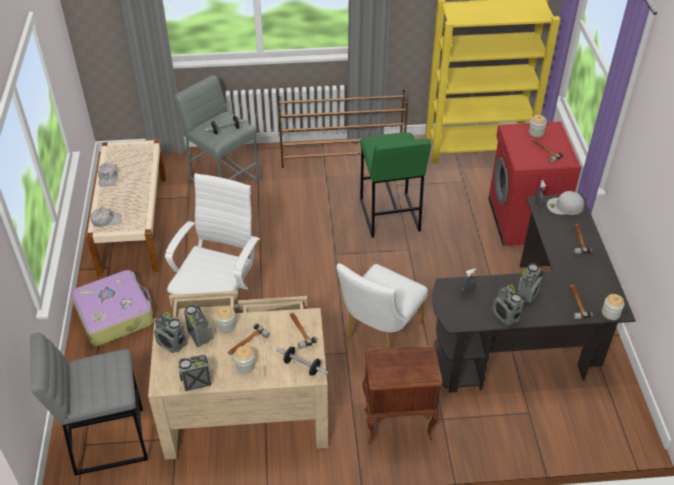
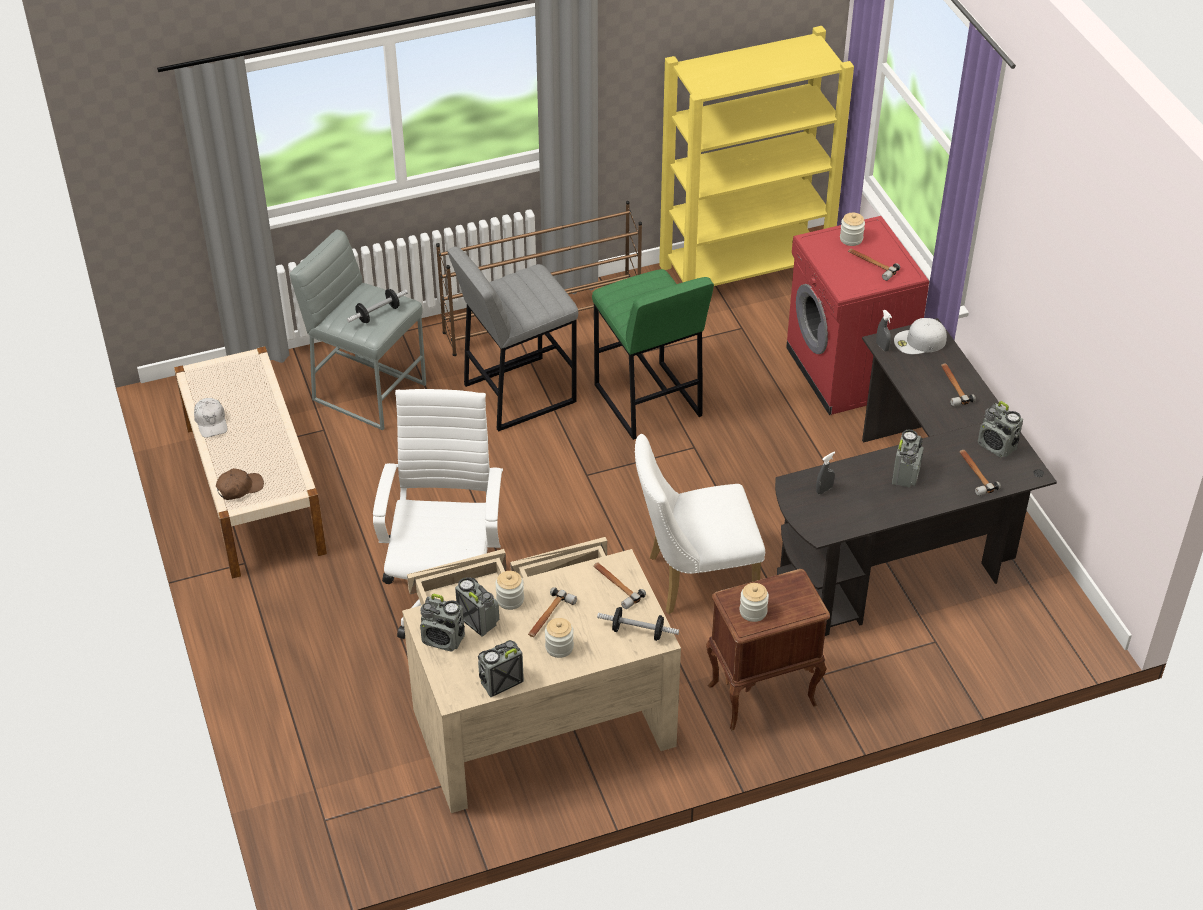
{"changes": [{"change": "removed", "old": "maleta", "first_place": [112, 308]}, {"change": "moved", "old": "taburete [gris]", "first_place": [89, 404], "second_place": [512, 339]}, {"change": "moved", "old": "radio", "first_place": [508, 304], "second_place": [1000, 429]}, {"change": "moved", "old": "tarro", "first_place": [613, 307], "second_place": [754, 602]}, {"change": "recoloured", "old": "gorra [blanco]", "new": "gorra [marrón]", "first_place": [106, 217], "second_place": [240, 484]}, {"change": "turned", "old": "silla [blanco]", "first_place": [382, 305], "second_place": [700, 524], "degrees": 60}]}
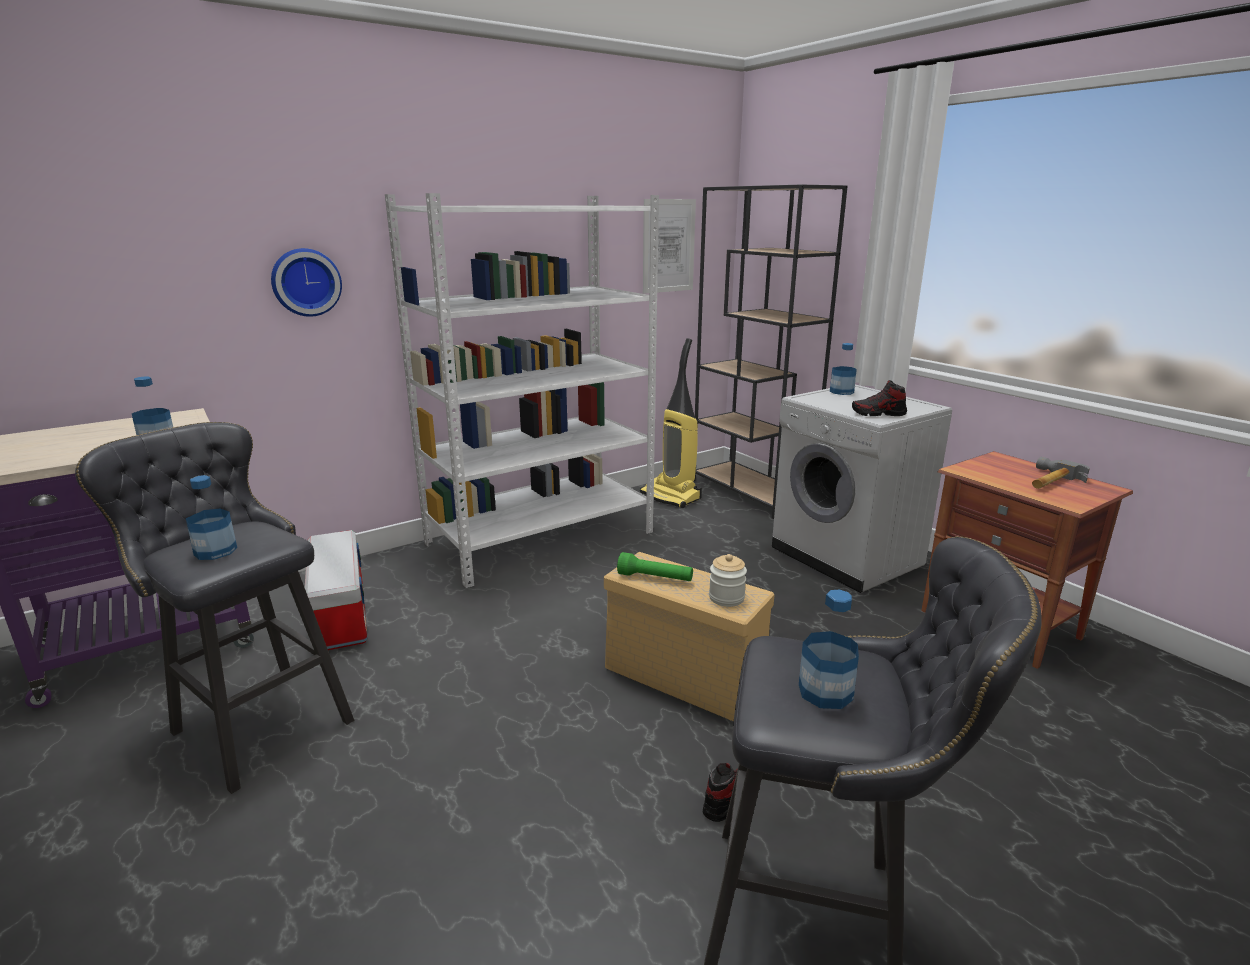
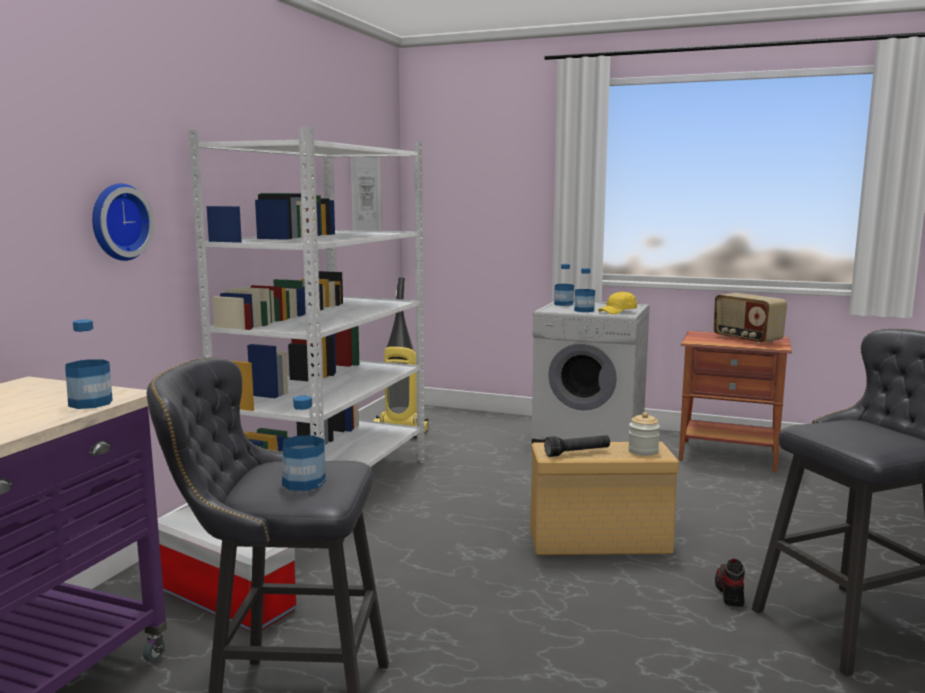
{"changes": [{"change": "removed", "old": "estantería", "first_place": [771, 352]}, {"change": "moved", "old": "botella", "first_place": [829, 649], "second_place": [584, 290]}, {"change": "replaced", "old": "zapato", "new": "gorra [amarillo]", "first_place": [879, 398], "second_place": [617, 302]}, {"change": "replaced", "old": "martillo", "new": "radio", "first_place": [1061, 473], "second_place": [750, 318]}, {"change": "recoloured", "old": "linterna [verde]", "new": "linterna [negro]", "first_place": [655, 566], "second_place": [577, 446]}]}
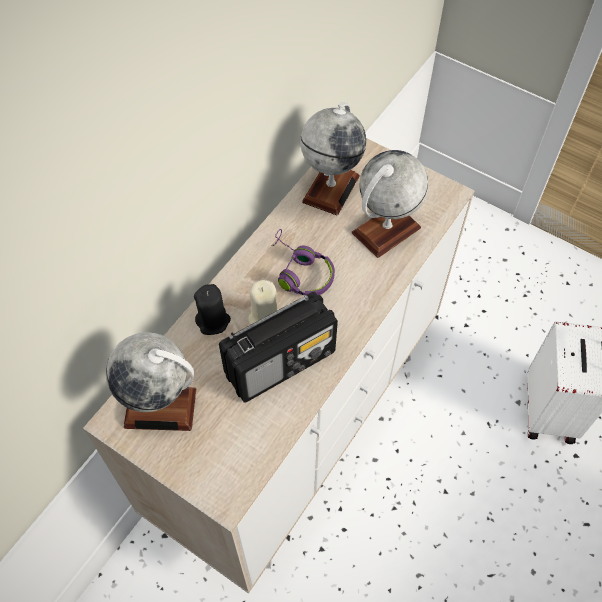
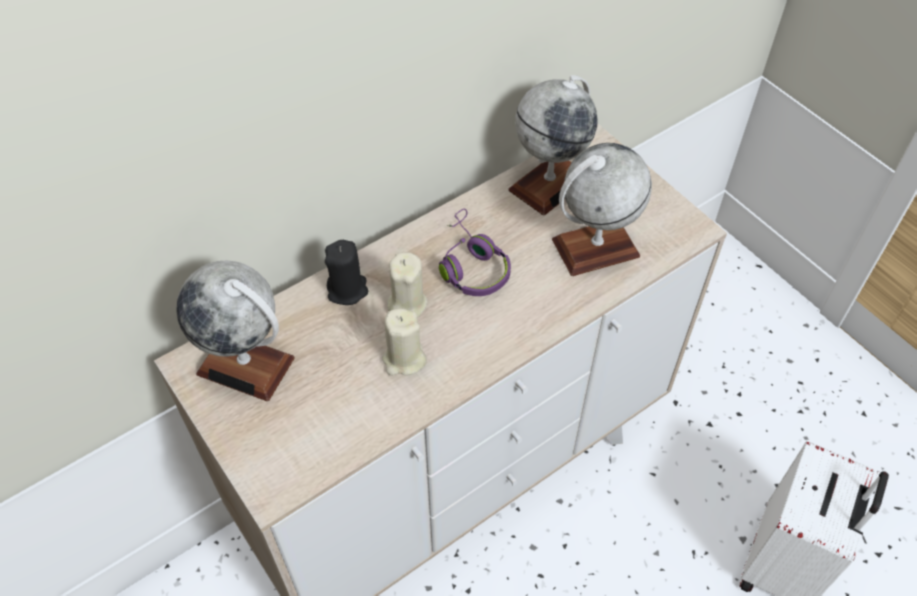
{"changes": [{"change": "replaced", "old": "radio", "new": "vela [beis]", "first_place": [278, 347], "second_place": [404, 342]}]}
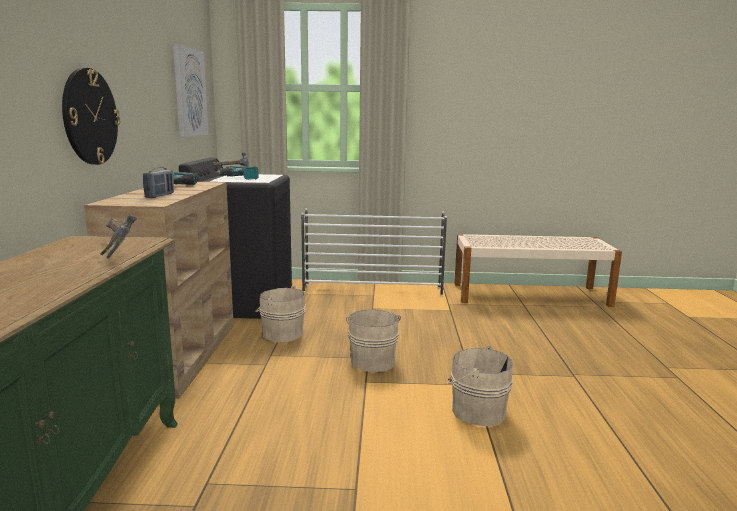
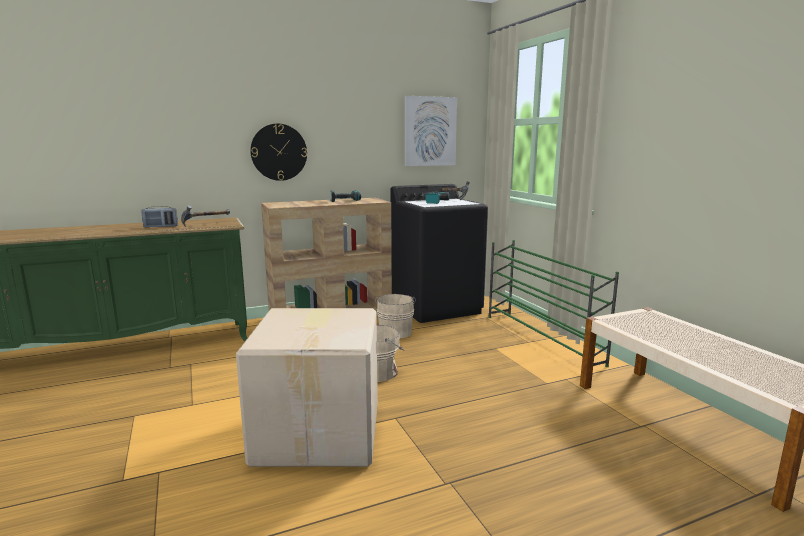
{"changes": [{"change": "moved", "old": "radio", "first_place": [158, 182], "second_place": [159, 216]}, {"change": "replaced", "old": "cubo [beis]", "new": "caja de cartón", "first_place": [480, 386], "second_place": [307, 387]}, {"change": "recoloured", "old": "zapatero [blanco]", "new": "zapatero [verde]", "first_place": [374, 253], "second_place": [553, 303]}]}
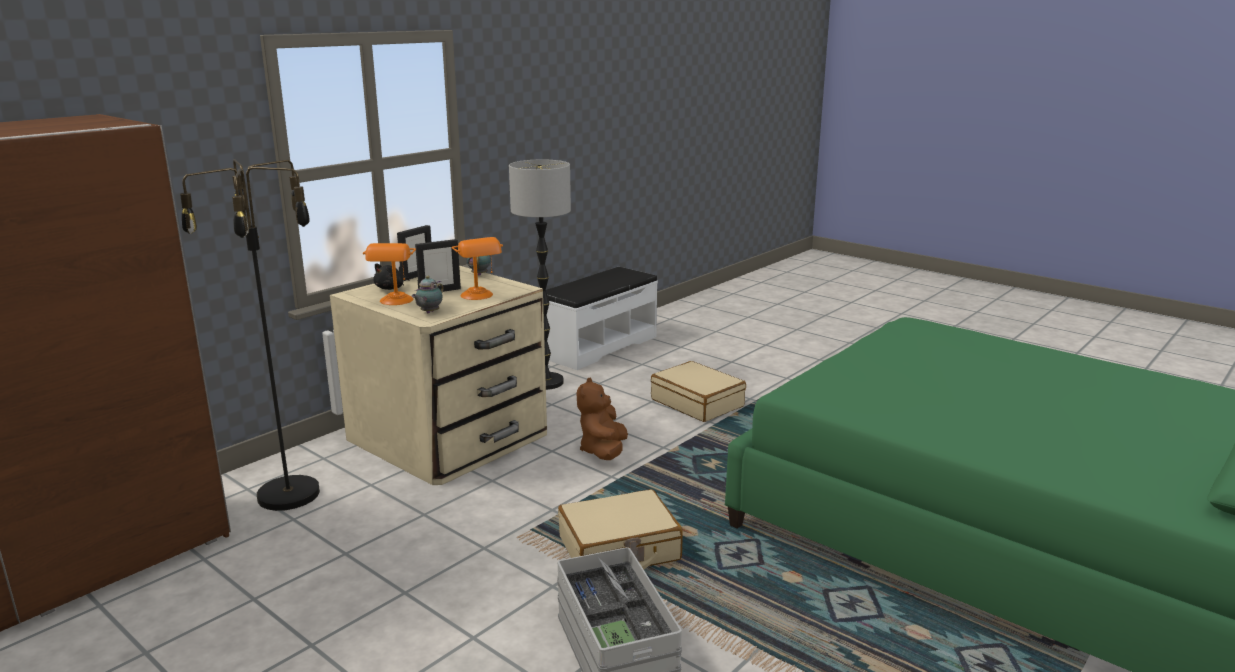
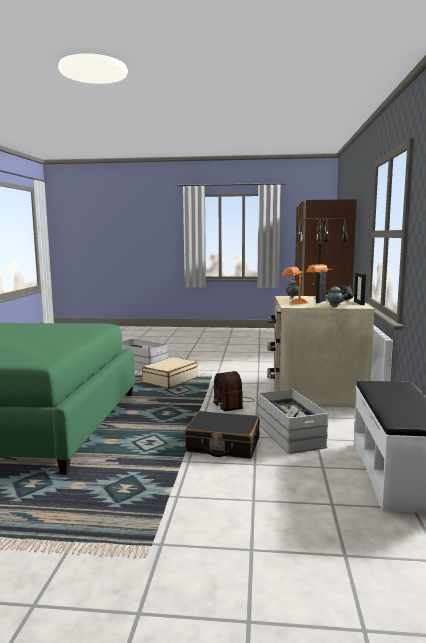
{"changes": [{"change": "removed", "old": "lámpara de pie", "first_place": [540, 274]}, {"change": "added", "new": "caja de almacenaje [gris]", "second_place": [293, 421]}, {"change": "replaced", "old": "peluche [marrón]", "new": "radio", "first_place": [602, 419], "second_place": [234, 391]}, {"change": "recoloured", "old": "maleta [beis]", "new": "maleta [negro]", "first_place": [698, 391], "second_place": [222, 435]}]}
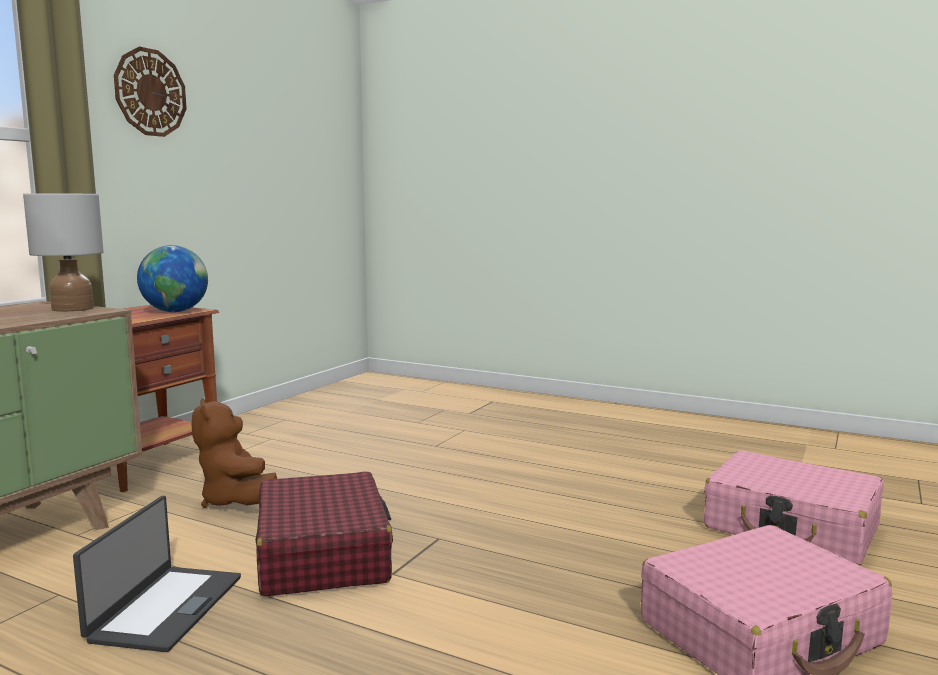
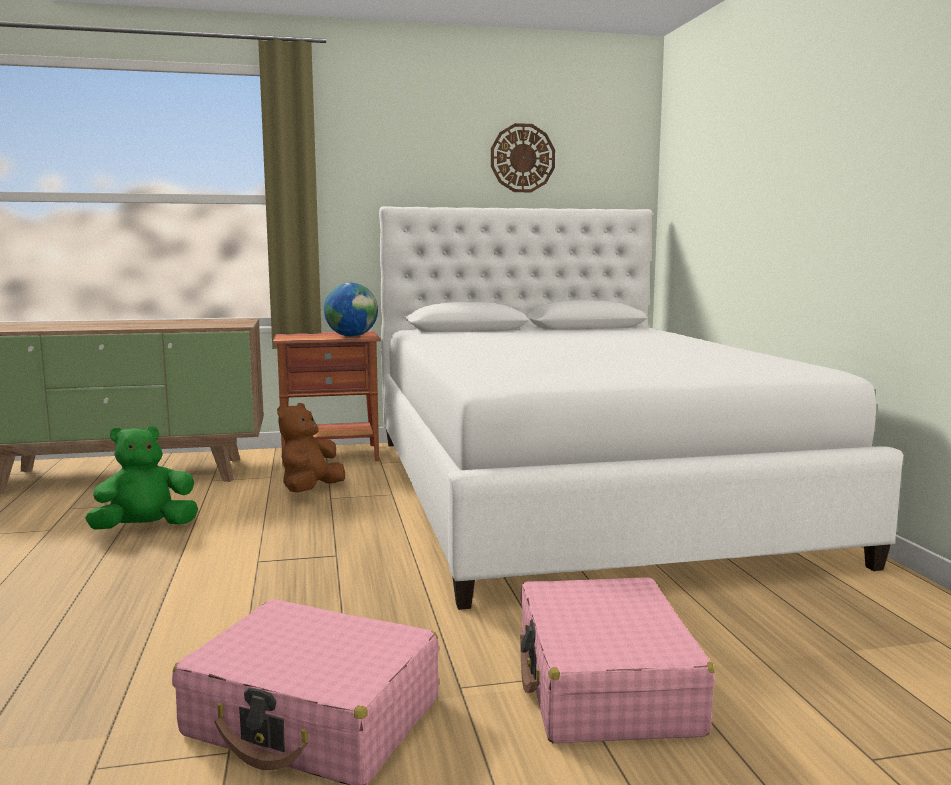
{"changes": [{"change": "removed", "old": "lámpara de mesa [gris]", "first_place": [63, 252]}, {"change": "removed", "old": "maleta [rojo]", "first_place": [324, 534]}, {"change": "added", "new": "cama [blanco]", "second_place": [641, 408]}, {"change": "moved", "old": "reloj de pared", "first_place": [150, 92], "second_place": [523, 157]}, {"change": "replaced", "old": "portátil", "new": "peluche [verde]", "first_place": [157, 574], "second_place": [141, 478]}]}
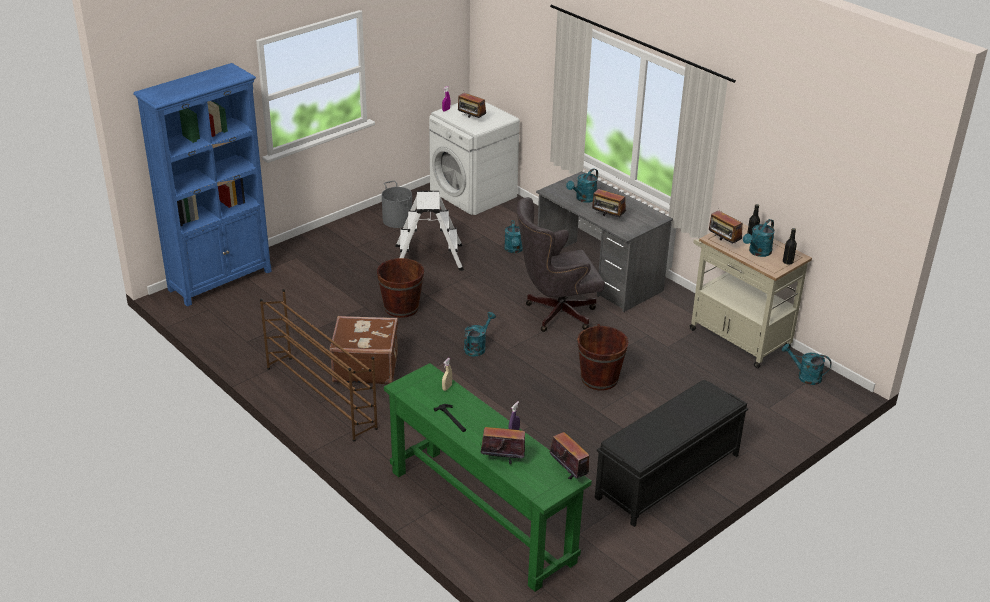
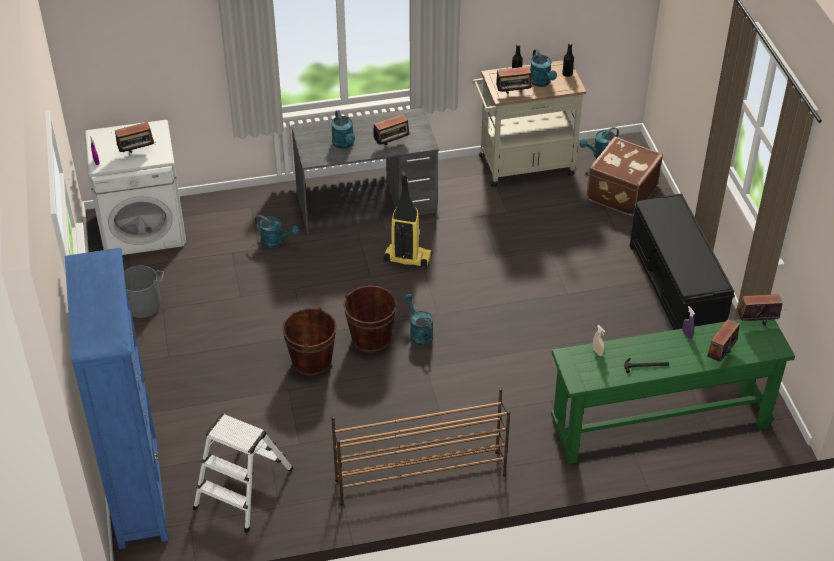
{"changes": [{"change": "moved", "old": "maleta [marrón]", "first_place": [364, 350], "second_place": [624, 176]}, {"change": "moved", "old": "escalera de tijera [blanco]", "first_place": [429, 231], "second_place": [243, 473]}, {"change": "moved", "old": "cubo [marrón]", "first_place": [602, 357], "second_place": [370, 319]}, {"change": "replaced", "old": "silla de oficina [gris]", "new": "aspiradora", "first_place": [561, 264], "second_place": [408, 220]}]}
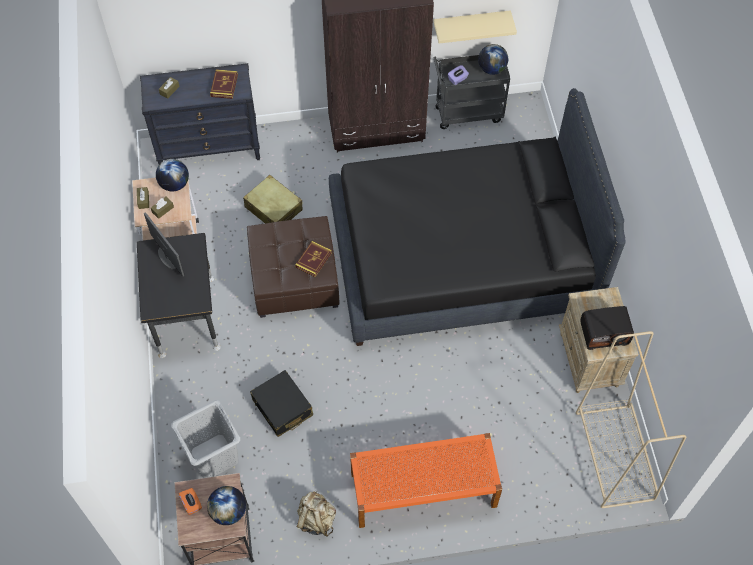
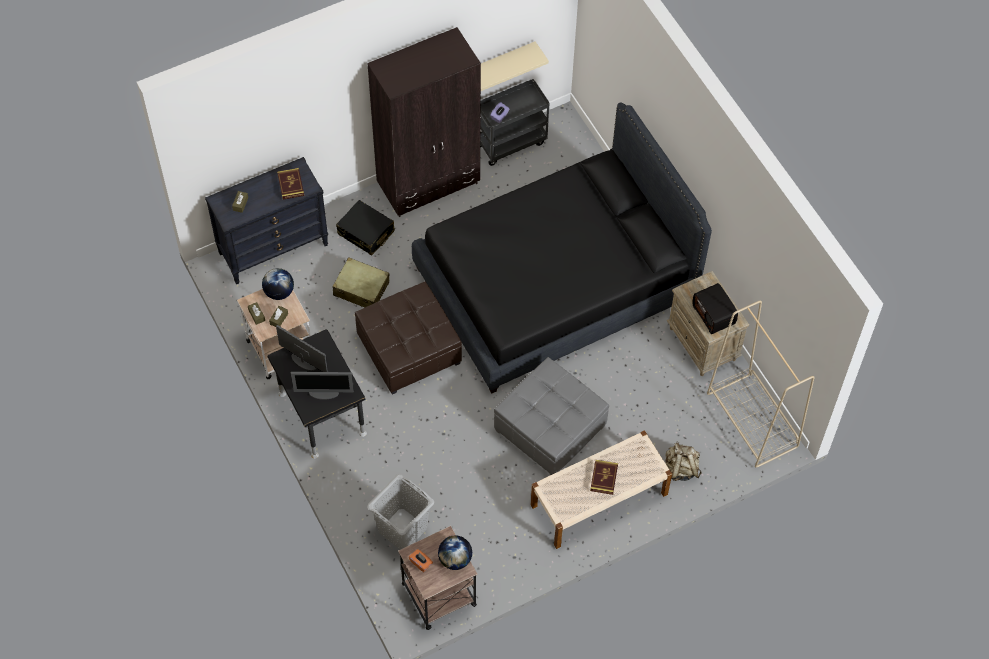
{"changes": [{"change": "removed", "old": "globo terráqueo", "first_place": [493, 59]}, {"change": "added", "new": "monitor", "second_place": [322, 386]}, {"change": "added", "new": "puf [gris]", "second_place": [551, 416]}, {"change": "moved", "old": "maleta [negro]", "first_place": [281, 403], "second_place": [365, 227]}, {"change": "moved", "old": "libro", "first_place": [313, 259], "second_place": [604, 477]}, {"change": "moved", "old": "mochila [beis]", "first_place": [316, 513], "second_place": [683, 461]}, {"change": "recoloured", "old": "banco [naranja]", "new": "banco [beis]", "first_place": [426, 480], "second_place": [601, 489]}, {"change": "turned", "old": "radio", "first_place": [607, 328], "second_place": [715, 308], "degrees": 90}]}
